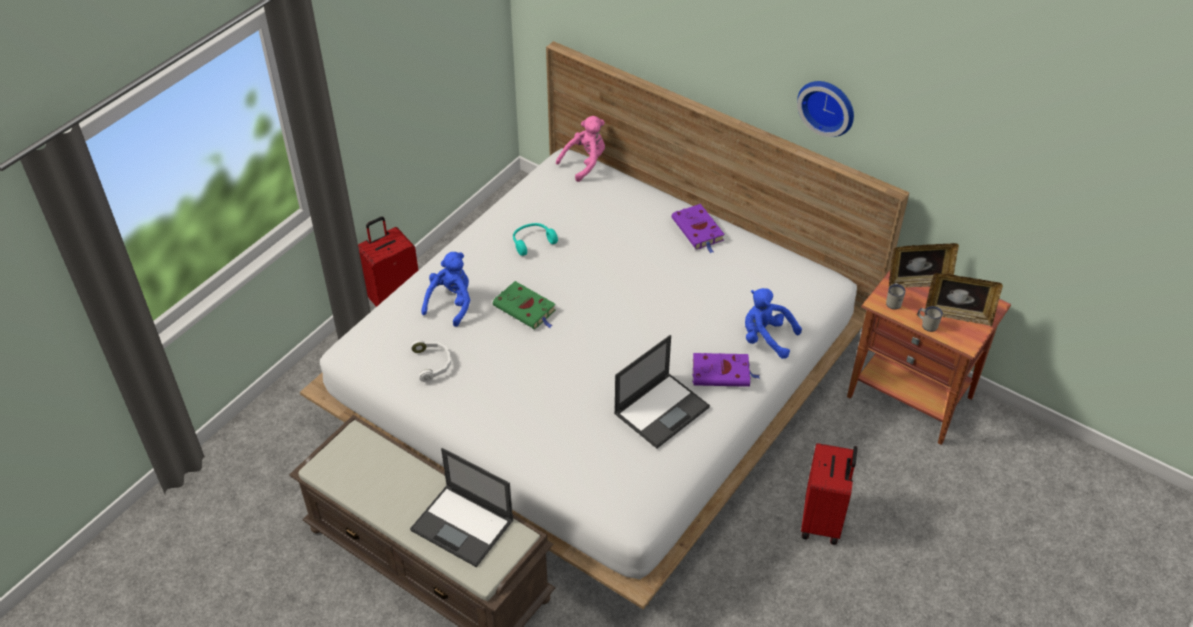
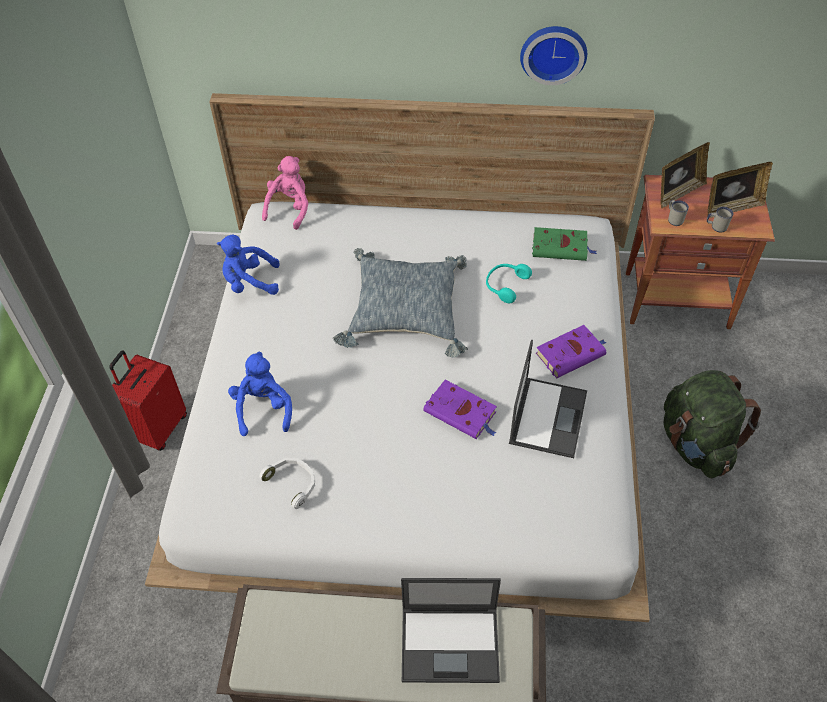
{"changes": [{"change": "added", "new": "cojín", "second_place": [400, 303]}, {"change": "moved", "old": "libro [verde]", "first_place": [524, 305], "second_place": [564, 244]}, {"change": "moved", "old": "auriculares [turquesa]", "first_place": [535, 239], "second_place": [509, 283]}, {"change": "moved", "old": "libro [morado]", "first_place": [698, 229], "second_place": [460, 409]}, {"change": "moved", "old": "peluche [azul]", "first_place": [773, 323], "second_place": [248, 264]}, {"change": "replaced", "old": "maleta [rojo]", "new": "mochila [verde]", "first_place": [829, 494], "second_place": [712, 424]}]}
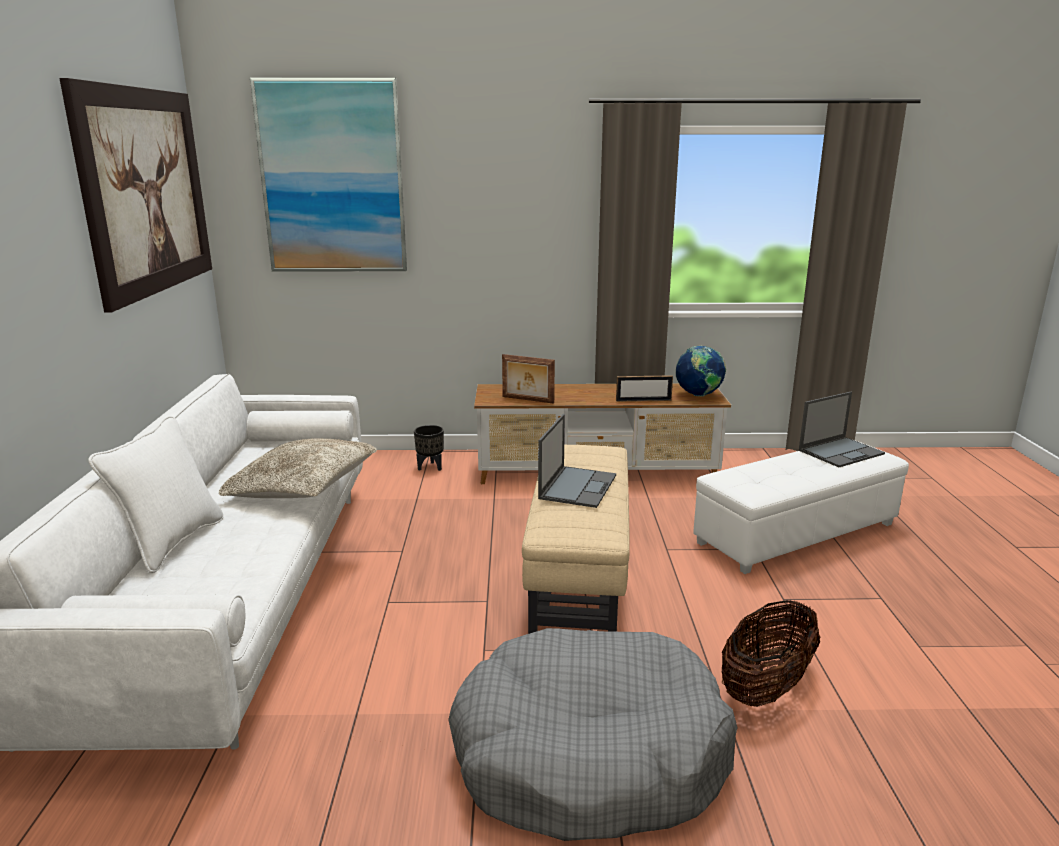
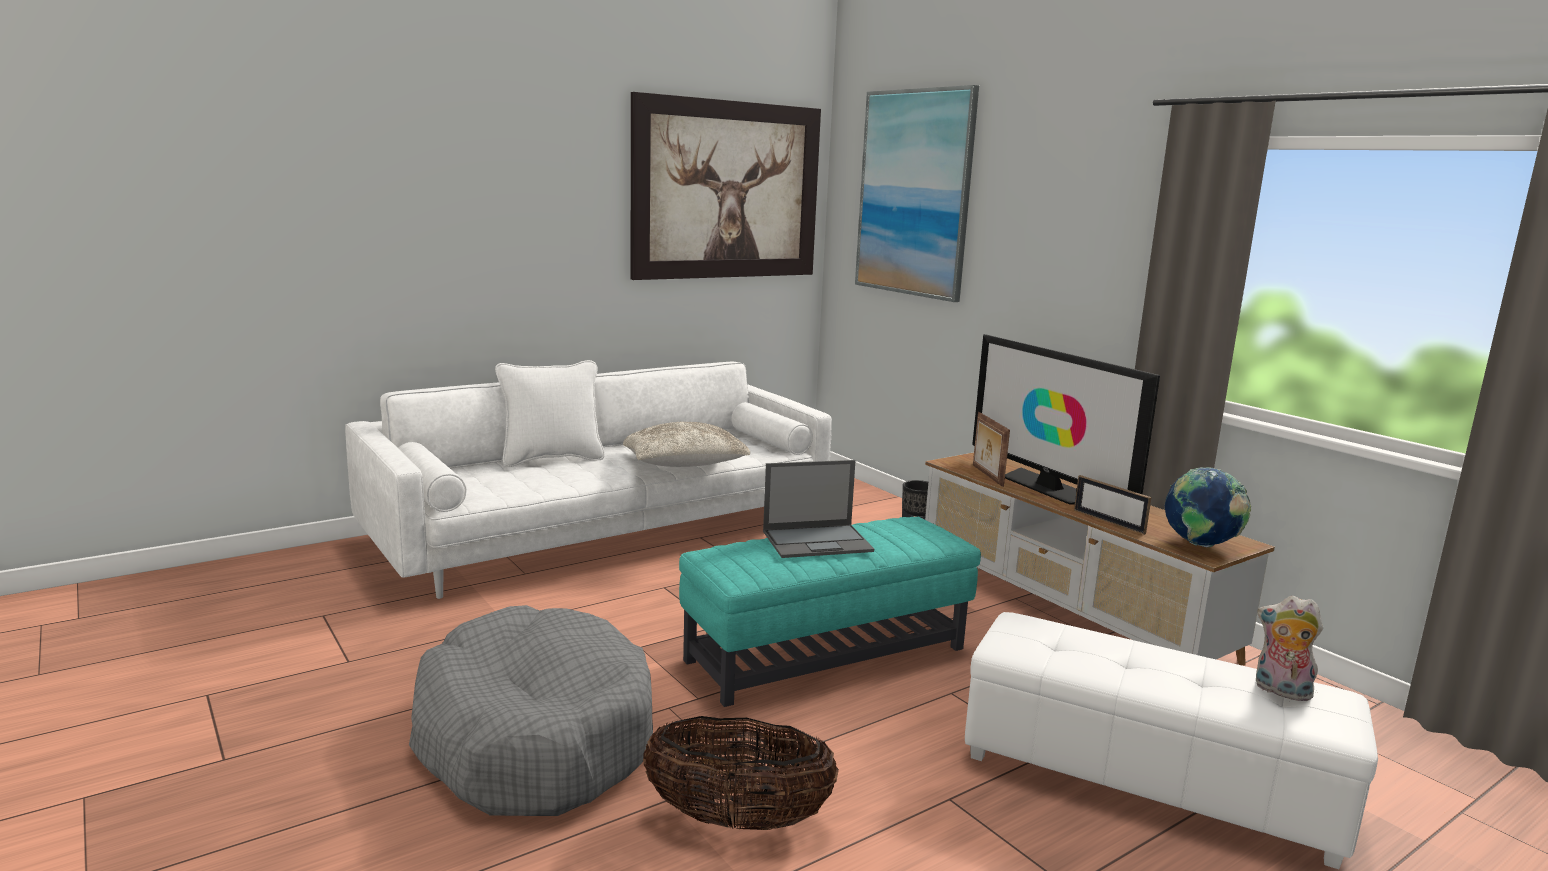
{"changes": [{"change": "added", "new": "televisor", "second_place": [1066, 419]}, {"change": "replaced", "old": "portátil", "new": "peluche", "first_place": [842, 429], "second_place": [1289, 648]}, {"change": "recoloured", "old": "puf [beis]", "new": "puf [turquesa]", "first_place": [575, 539], "second_place": [830, 612]}]}
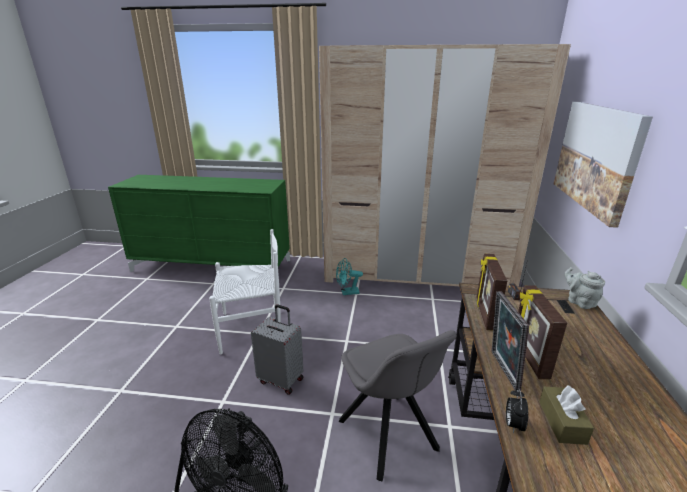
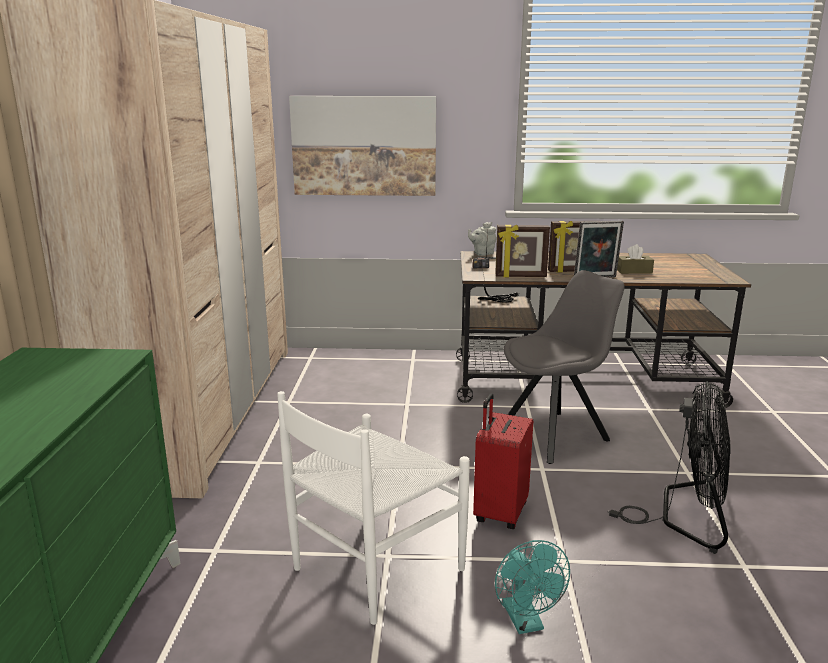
{"changes": [{"change": "removed", "old": "despertador", "first_place": [517, 411]}, {"change": "moved", "old": "ventilador [turquesa]", "first_place": [349, 276], "second_place": [532, 587]}, {"change": "recoloured", "old": "maleta [gris]", "new": "maleta [rojo]", "first_place": [277, 349], "second_place": [503, 461]}, {"change": "turned", "old": "silla [blanco]", "first_place": [245, 292], "second_place": [373, 508], "degrees": -120}]}
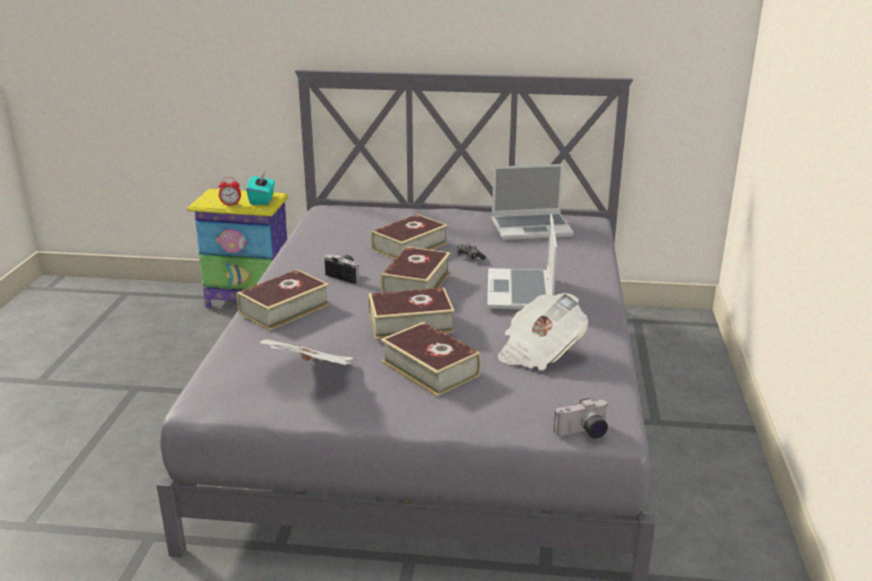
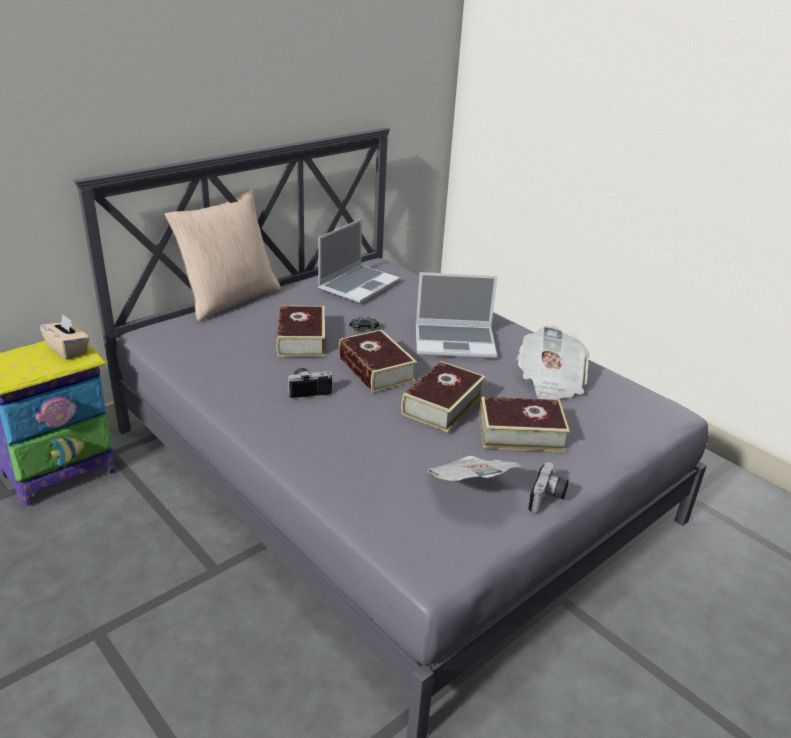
{"changes": [{"change": "removed", "old": "despertador", "first_place": [229, 191]}, {"change": "removed", "old": "libro", "first_place": [283, 300]}, {"change": "added", "new": "cojín [beis]", "second_place": [222, 256]}, {"change": "moved", "old": "cámara", "first_place": [581, 418], "second_place": [548, 487]}, {"change": "recoloured", "old": "caja de pañuelos [turquesa]", "new": "caja de pañuelos [beis]", "first_place": [260, 188], "second_place": [65, 337]}, {"change": "turned", "old": "portátil", "first_place": [522, 262], "second_place": [457, 315], "degrees": -45}]}
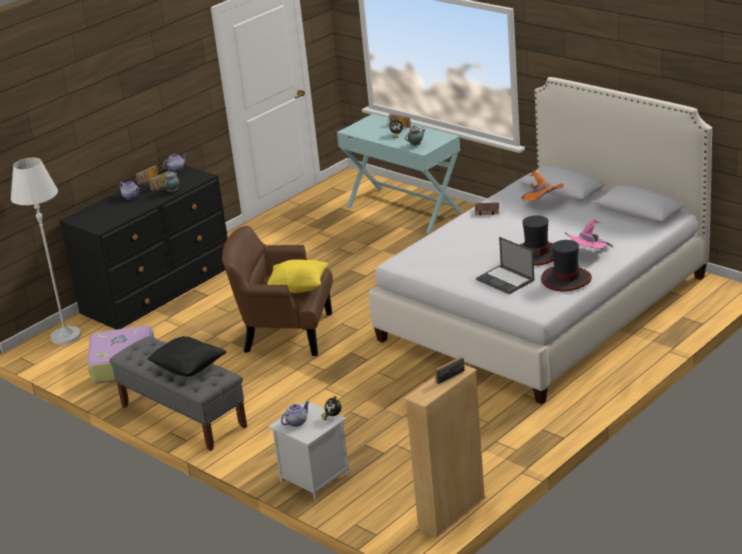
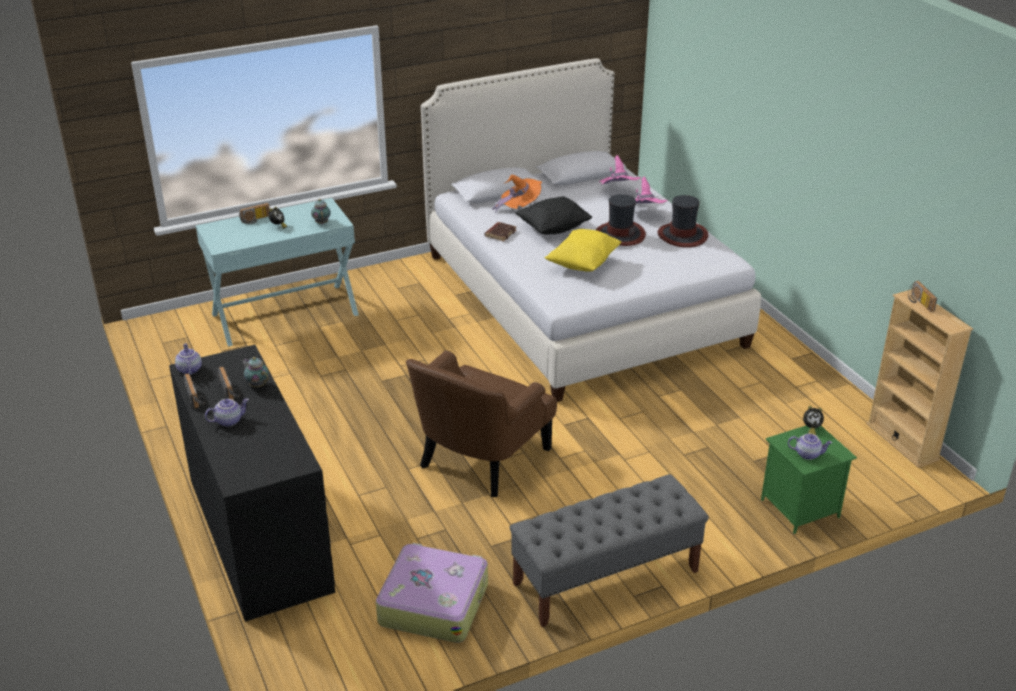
{"changes": [{"change": "removed", "old": "lámpara de pie [blanco]", "first_place": [46, 251]}, {"change": "removed", "old": "portátil", "first_place": [505, 265]}, {"change": "added", "new": "sombrero [rosa]", "second_place": [620, 170]}, {"change": "moved", "old": "cojín [negro]", "first_place": [187, 356], "second_place": [553, 215]}, {"change": "moved", "old": "cojín [amarillo]", "first_place": [297, 276], "second_place": [583, 250]}, {"change": "recoloured", "old": "mesita de noche [gris]", "new": "mesita de noche [verde]", "first_place": [308, 450], "second_place": [809, 480]}, {"change": "turned", "old": "tetera", "first_place": [295, 414], "second_place": [810, 447], "degrees": 120}]}
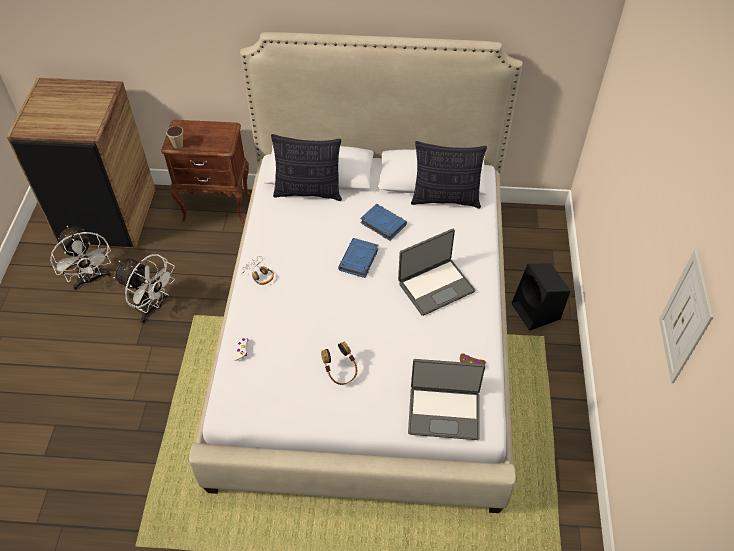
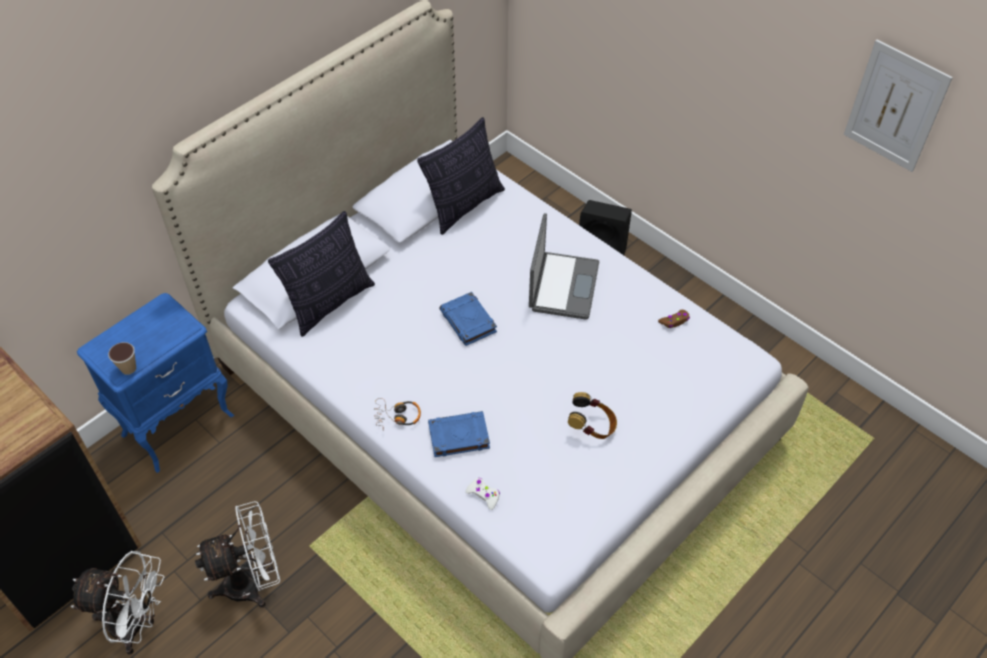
{"changes": [{"change": "removed", "old": "portátil", "first_place": [446, 399]}, {"change": "moved", "old": "libro [azul]", "first_place": [383, 222], "second_place": [459, 434]}, {"change": "recoloured", "old": "mesita de noche [marrón]", "new": "mesita de noche [azul]", "first_place": [206, 172], "second_place": [155, 383]}]}
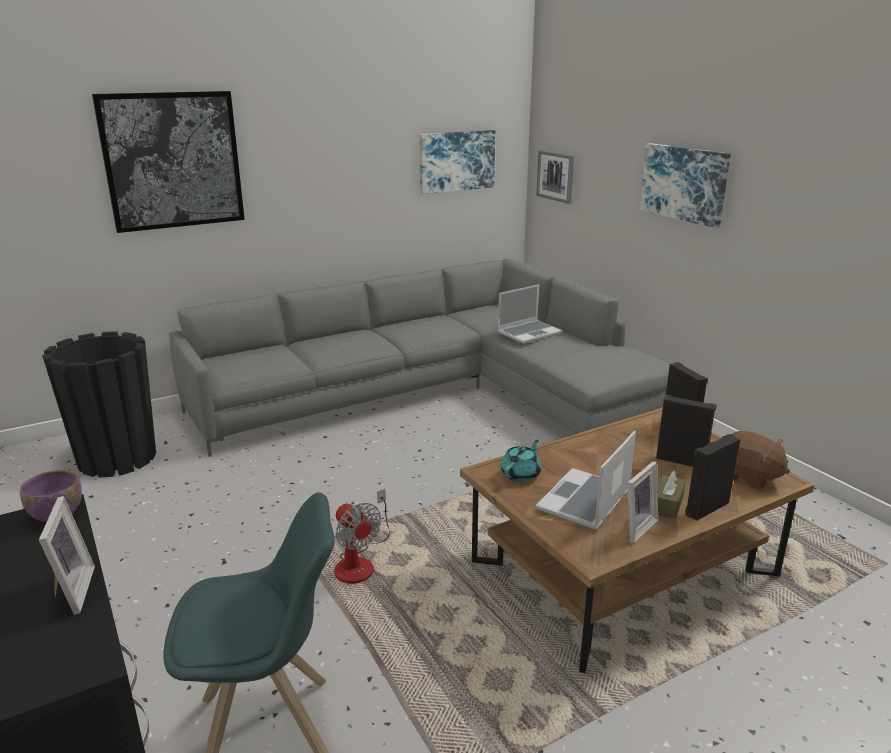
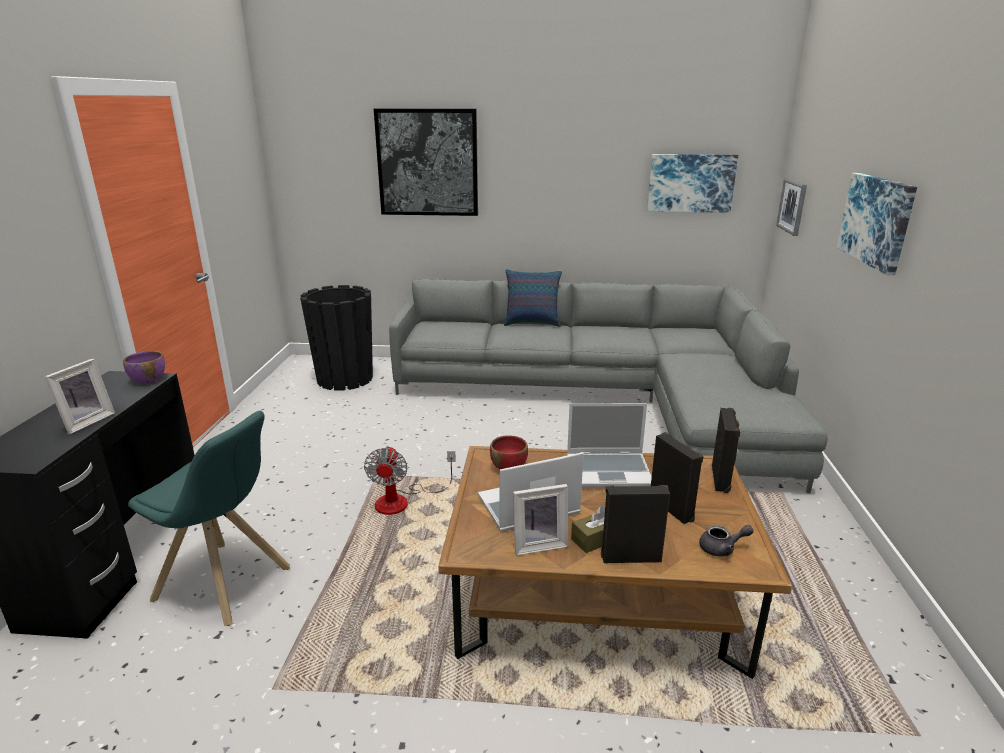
{"changes": [{"change": "added", "new": "cojín [azul]", "second_place": [533, 298]}, {"change": "moved", "old": "portátil", "first_place": [530, 314], "second_place": [609, 445]}, {"change": "replaced", "old": "tetera [turquesa]", "new": "cuenco [rojo]", "first_place": [521, 461], "second_place": [509, 452]}, {"change": "replaced", "old": "peluche [marrón]", "new": "tetera [gris]", "first_place": [761, 460], "second_place": [726, 541]}]}
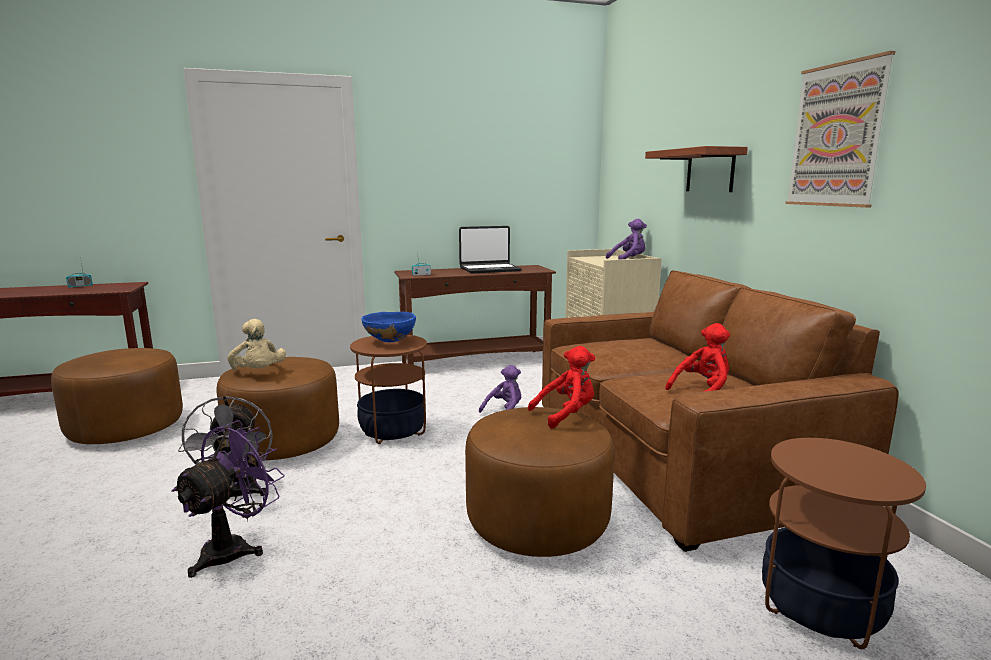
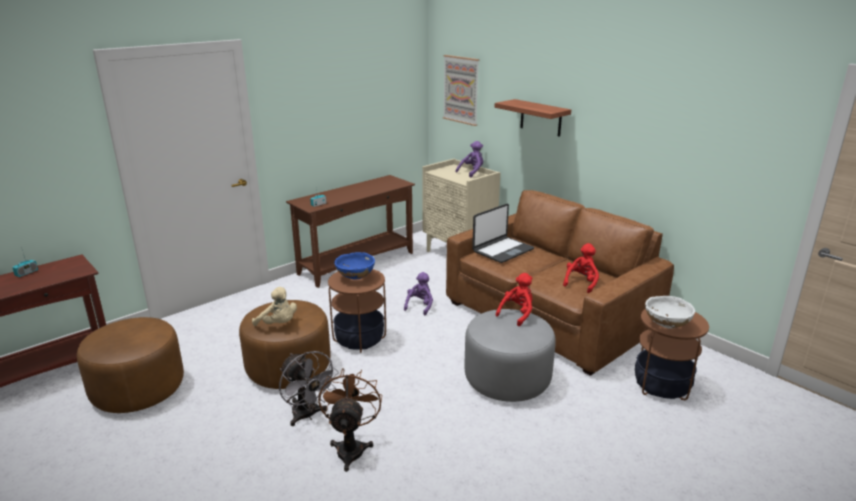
{"changes": [{"change": "added", "new": "cuenco [blanco]", "second_place": [670, 312]}, {"change": "moved", "old": "portátil", "first_place": [490, 250], "second_place": [503, 233]}, {"change": "moved", "old": "cuadro", "first_place": [840, 129], "second_place": [461, 90]}, {"change": "recoloured", "old": "ventilador [morado]", "new": "ventilador [marrón]", "first_place": [228, 499], "second_place": [350, 420]}, {"change": "recoloured", "old": "puf [marrón]", "new": "puf [gris]", "first_place": [540, 482], "second_place": [510, 355]}]}
